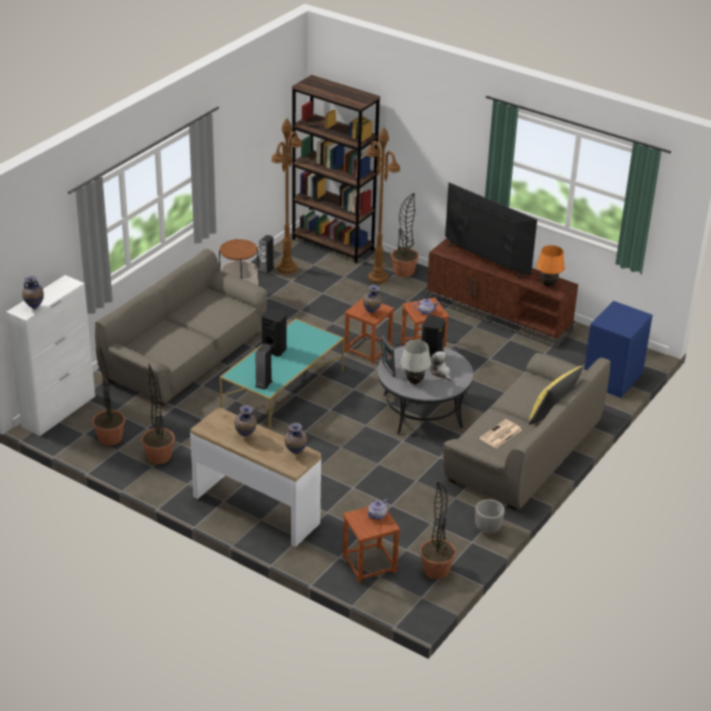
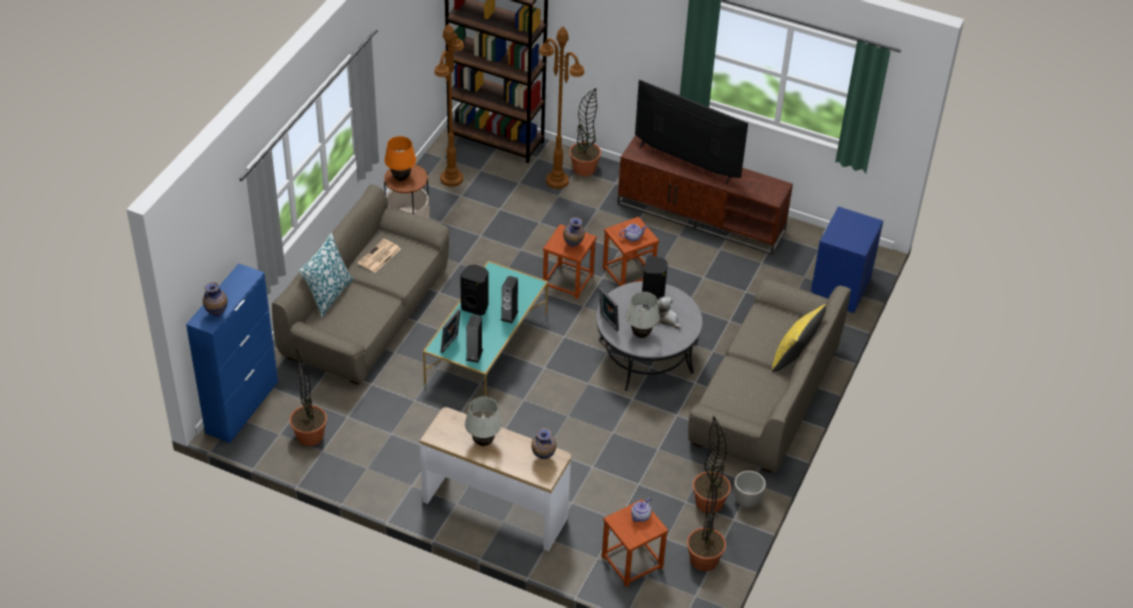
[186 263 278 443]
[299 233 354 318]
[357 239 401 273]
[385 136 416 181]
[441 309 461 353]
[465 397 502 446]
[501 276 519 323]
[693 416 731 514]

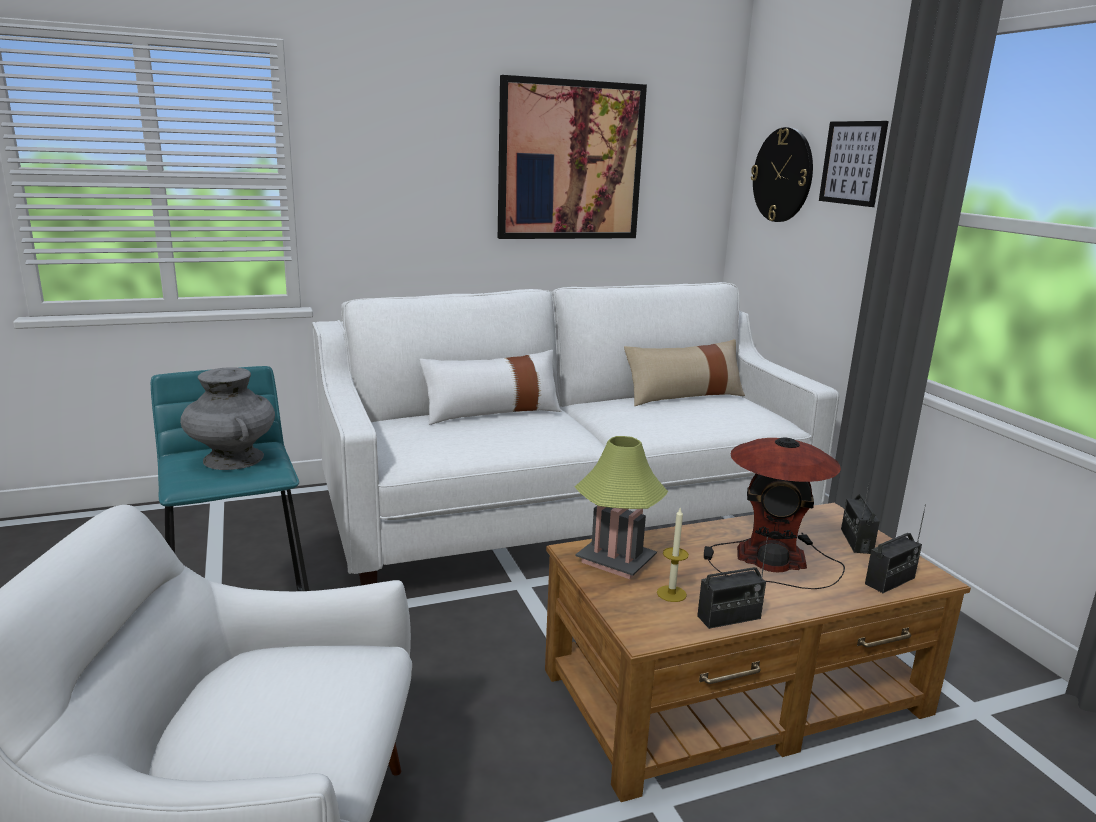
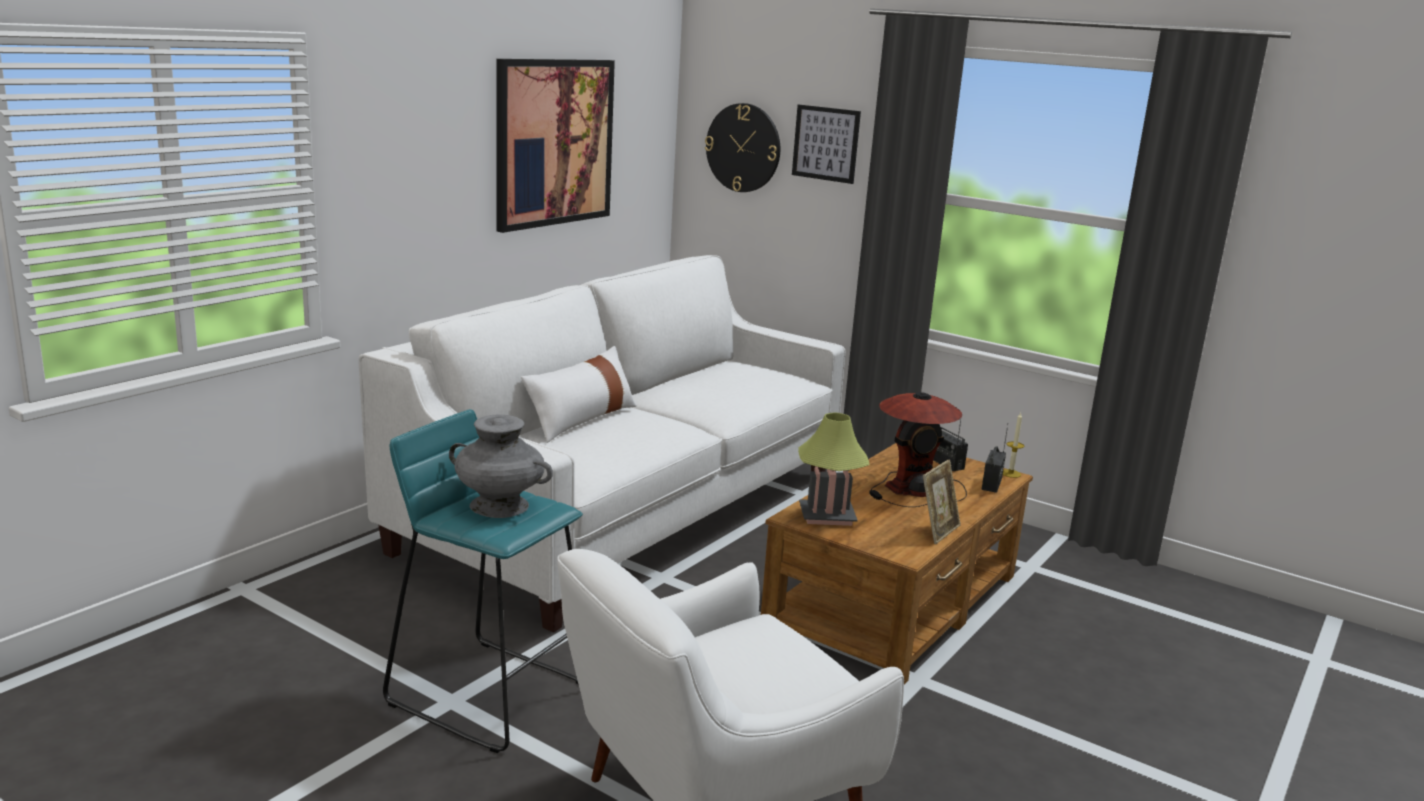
[923 460 961 544]
[1003 413 1024 478]
[624 339 745 406] (first image)

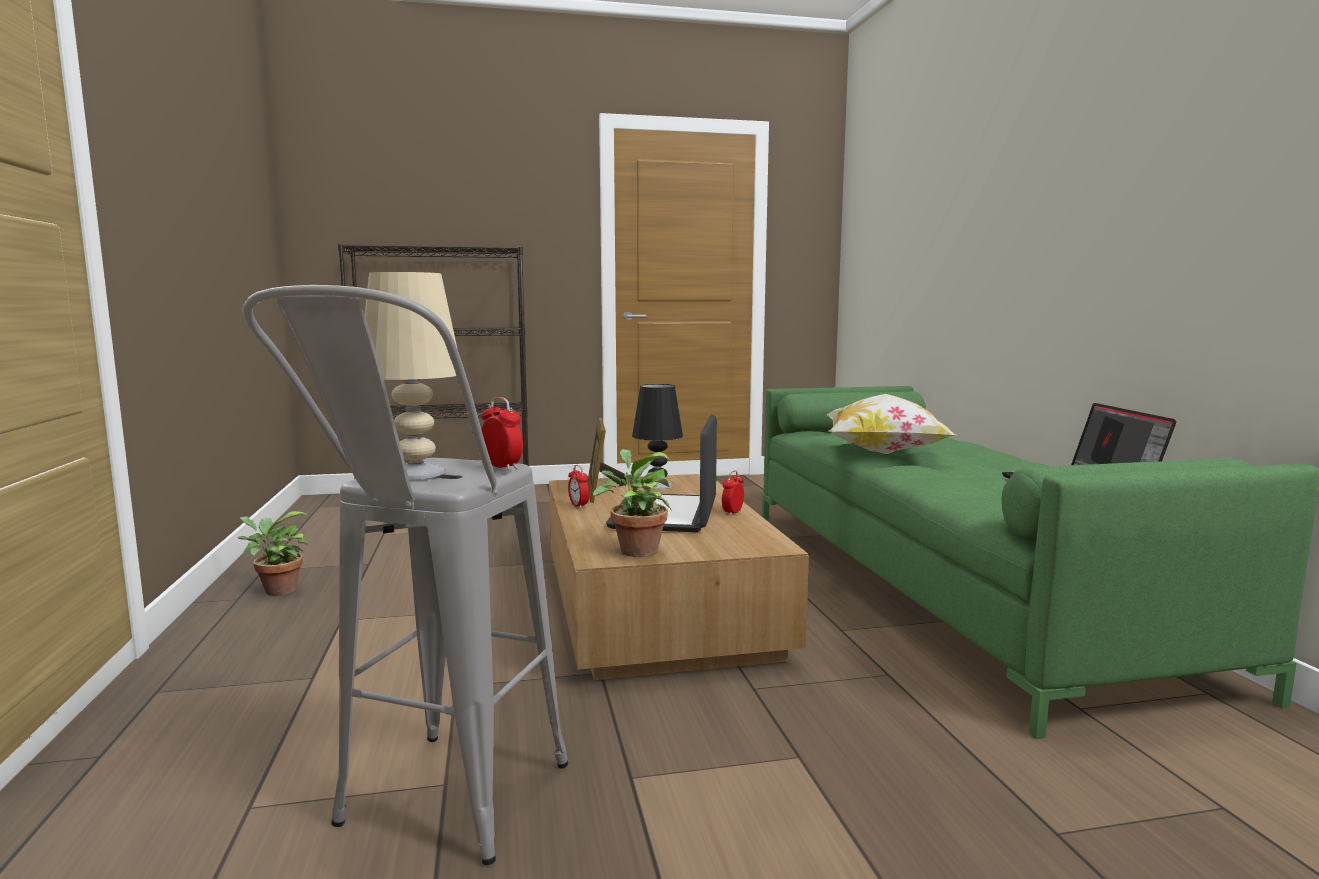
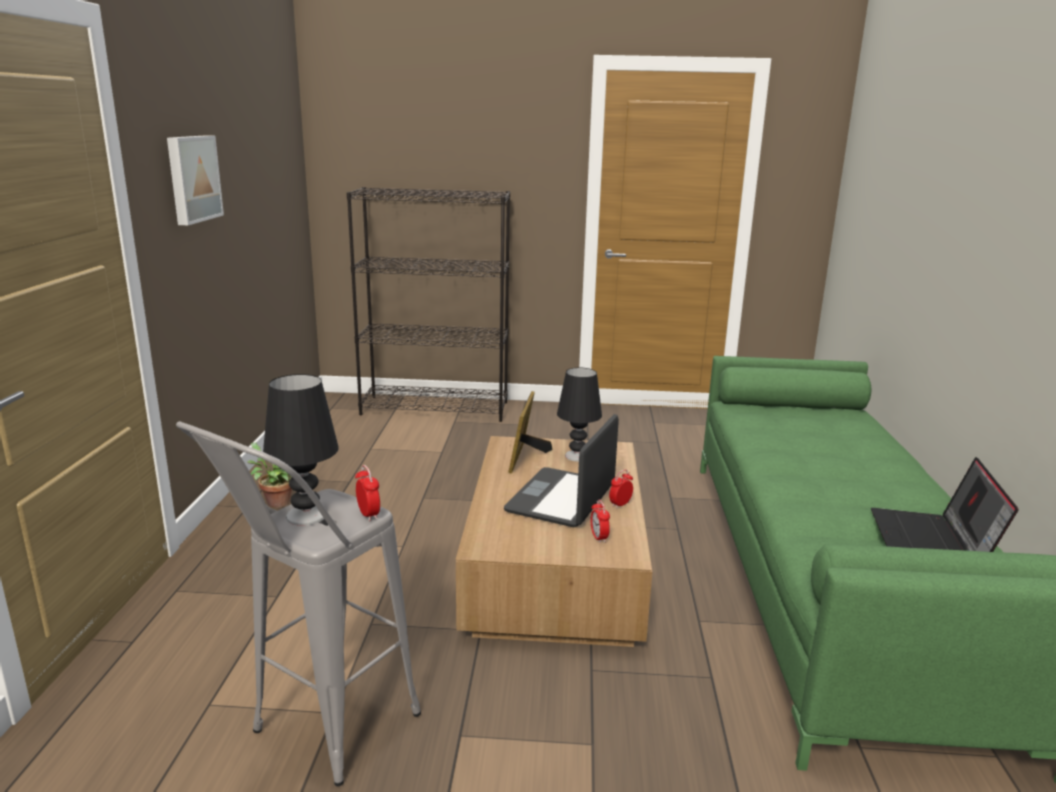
[167 135 224 225]
[263 374 338 526]
[591 500 610 543]
[593 449 671 557] (first image)
[826 394 956 454] (first image)

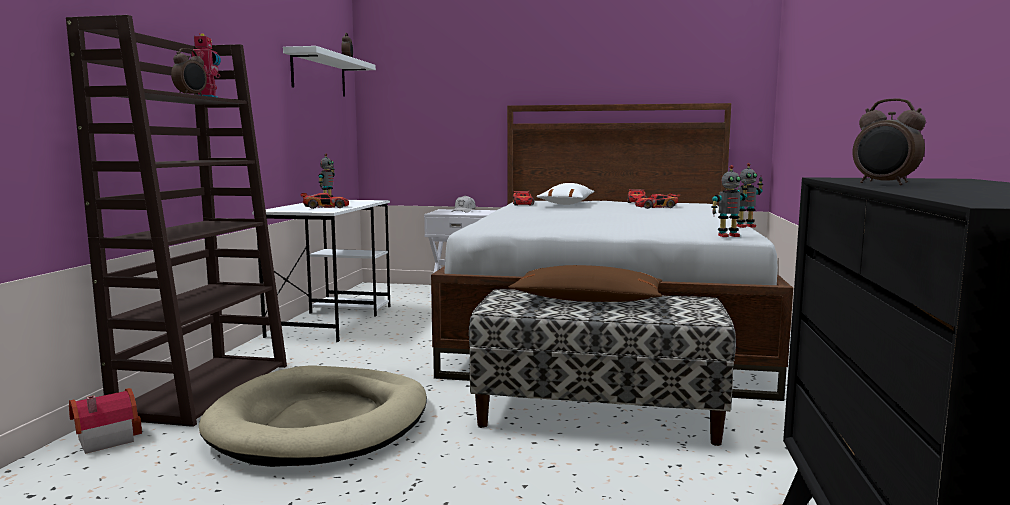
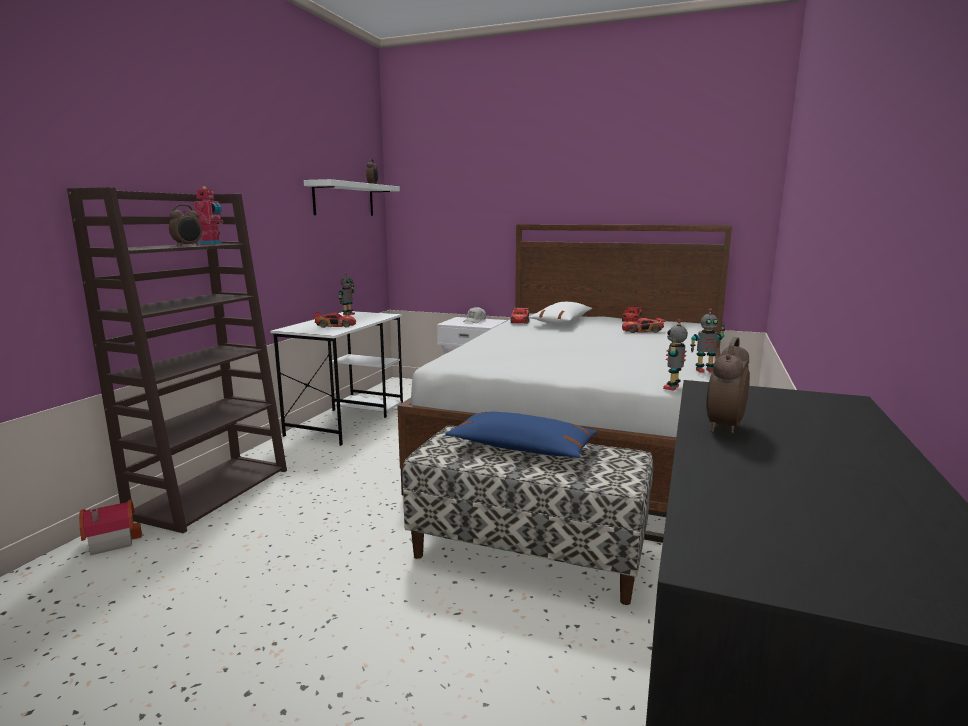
[445 412 597 458]
[663 319 688 391]
[706 337 750 433]
[199 365 427 467] (first image)

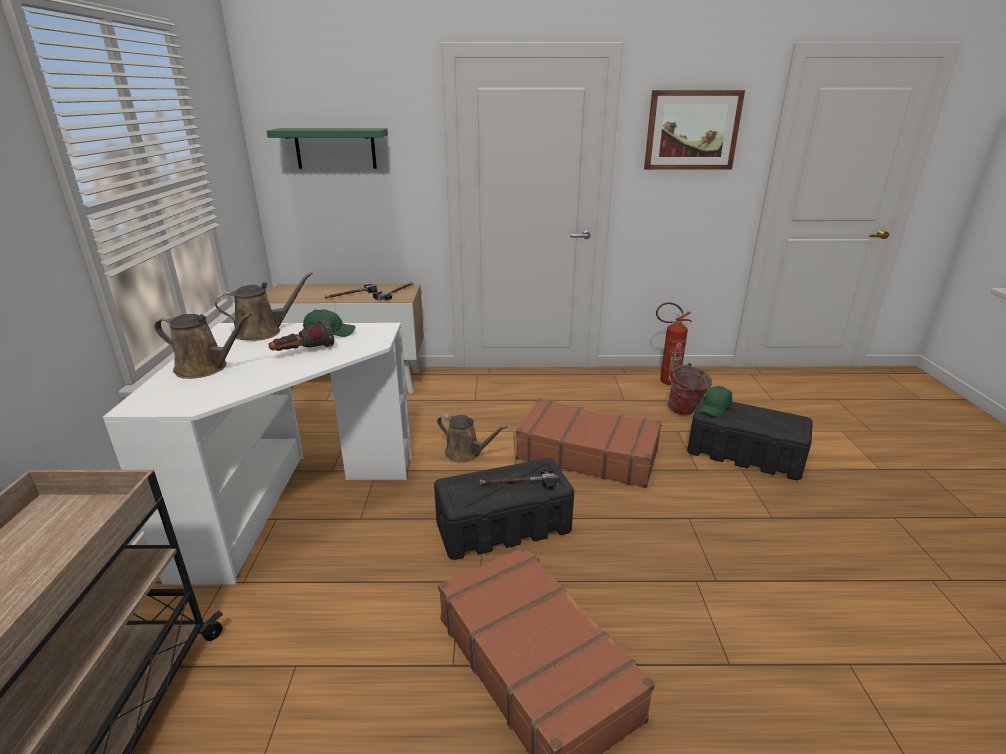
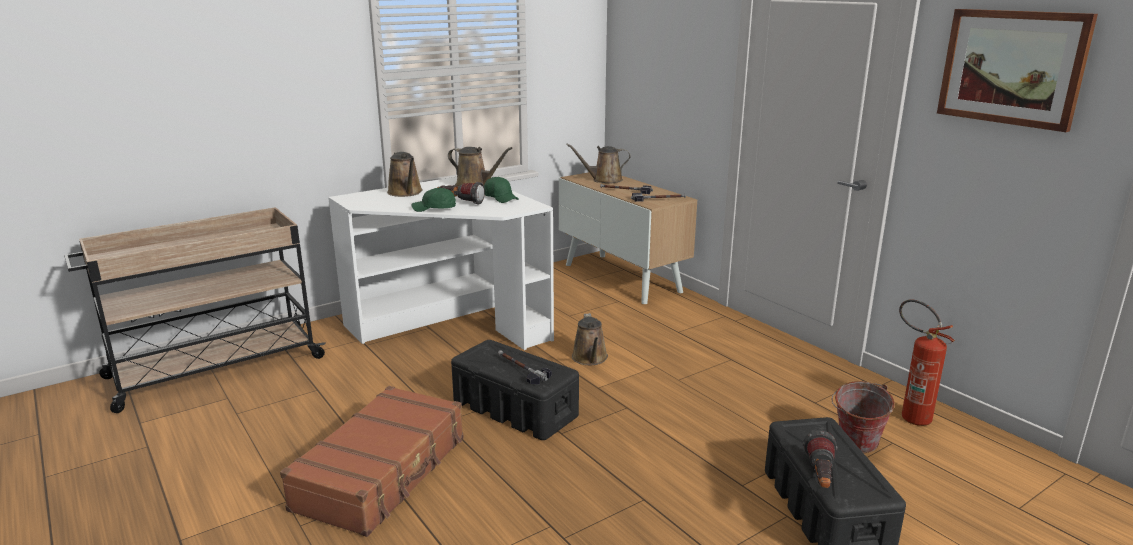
[411 188 456 212]
[566 144 631 183]
[803 430 837 488]
[267 128 388 169] (first image)
[516 399 662 488] (first image)

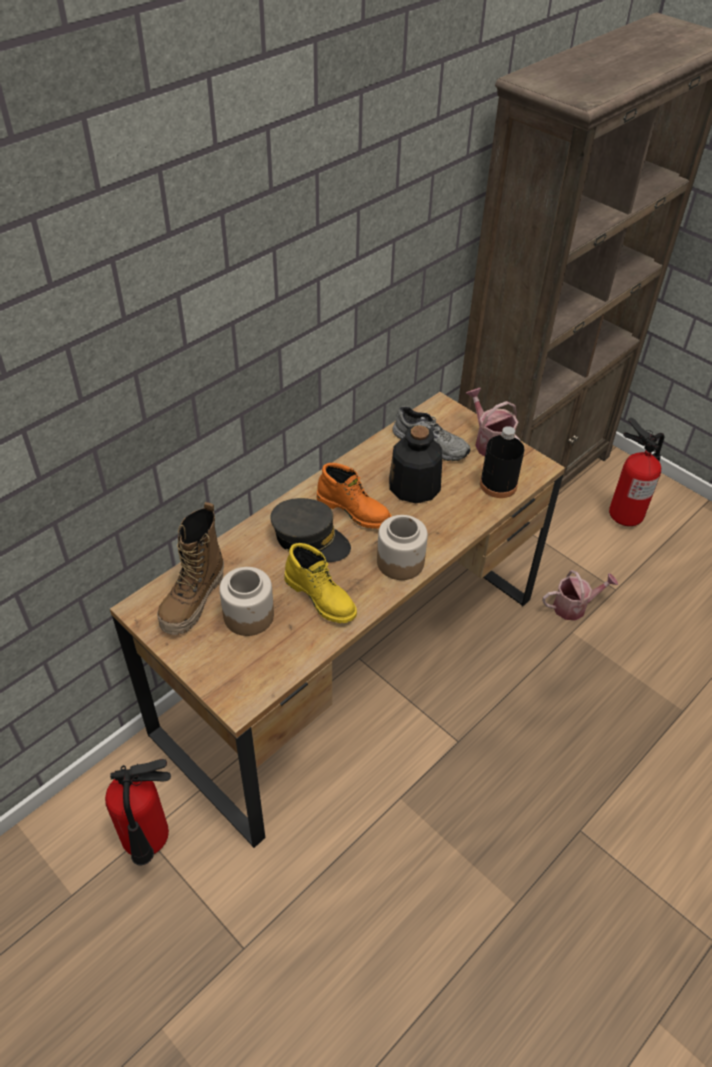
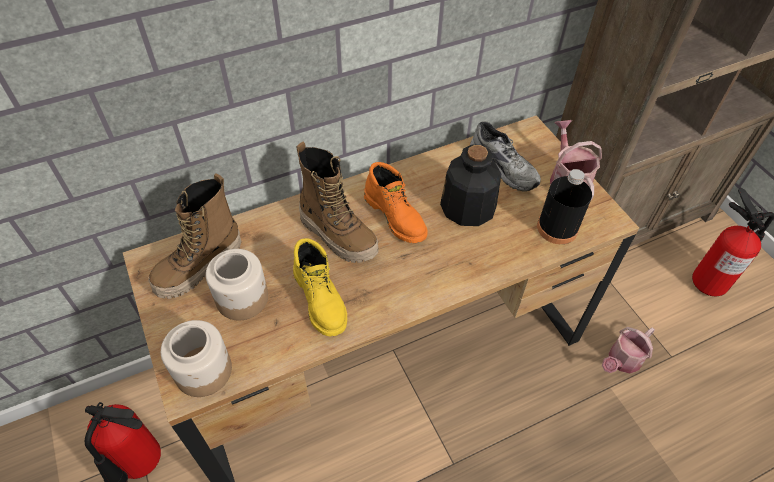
[161 320 232 397]
[296 142 379 263]
[602 327 655 373]

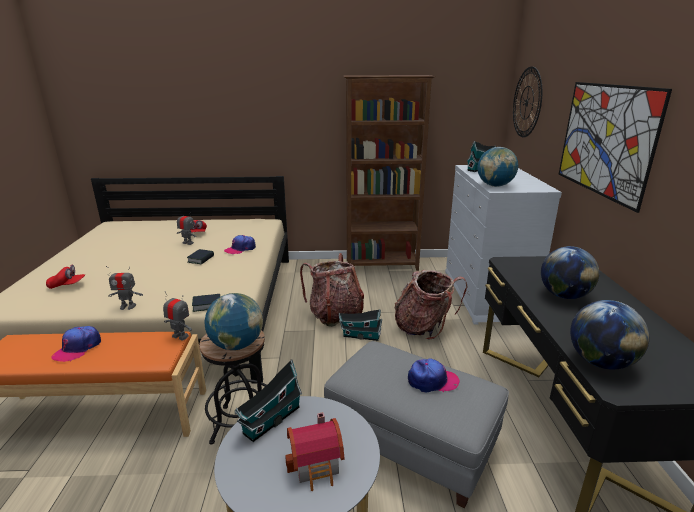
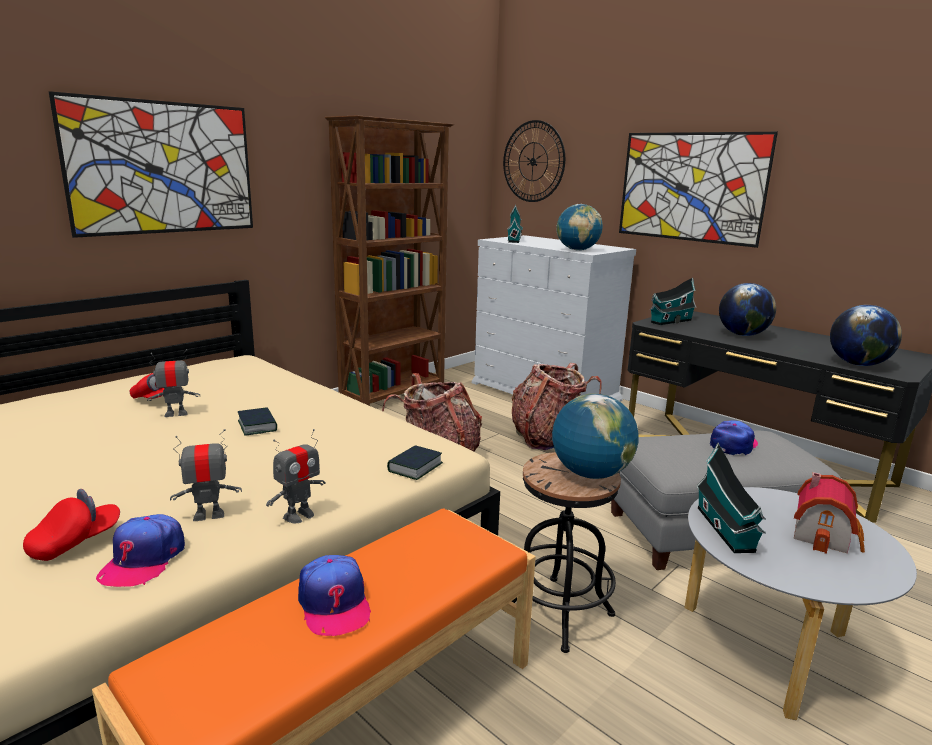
[49 91 253 238]
[96 514 185 587]
[170 429 242 521]
[649 277 696 325]

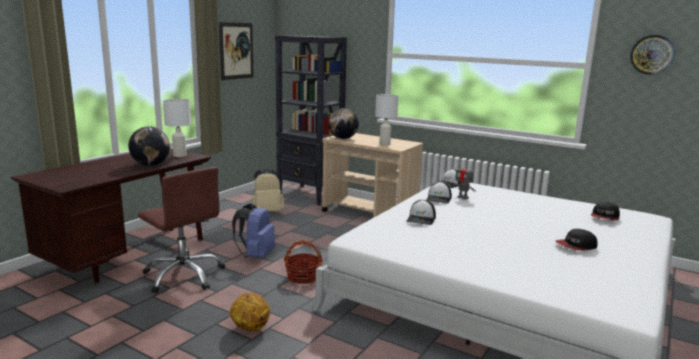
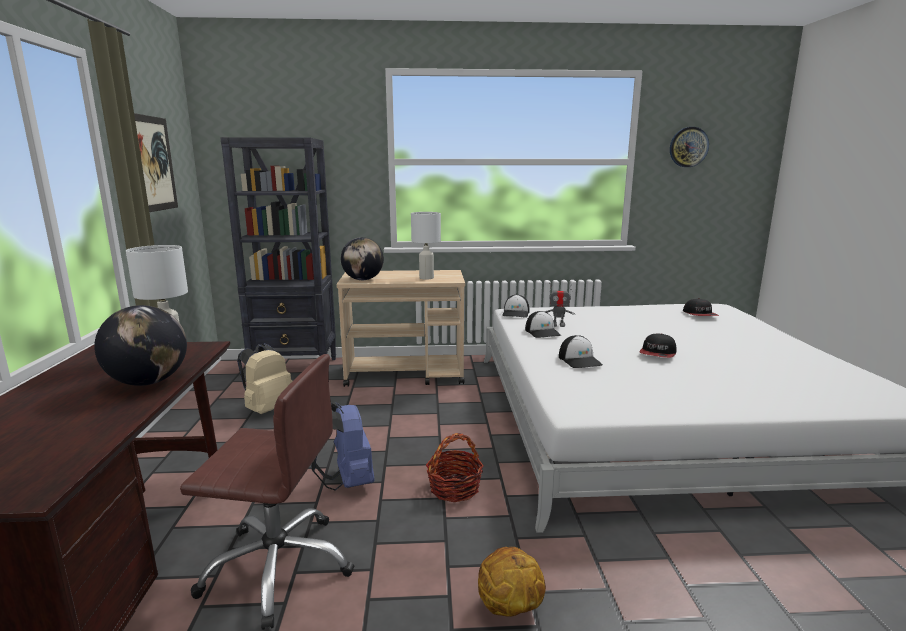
[639 333 677 358]

